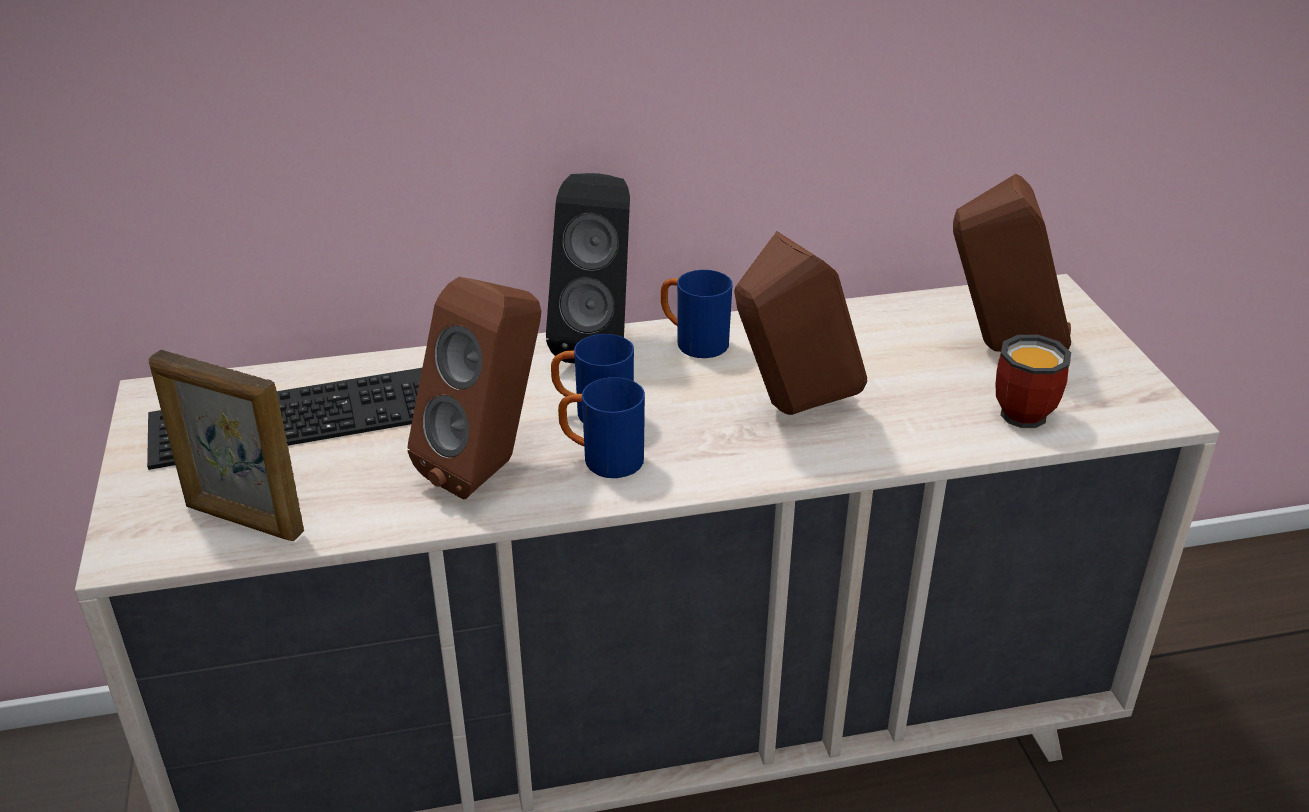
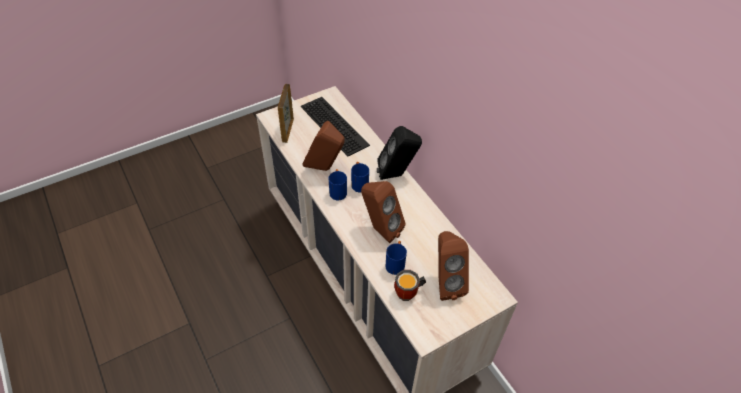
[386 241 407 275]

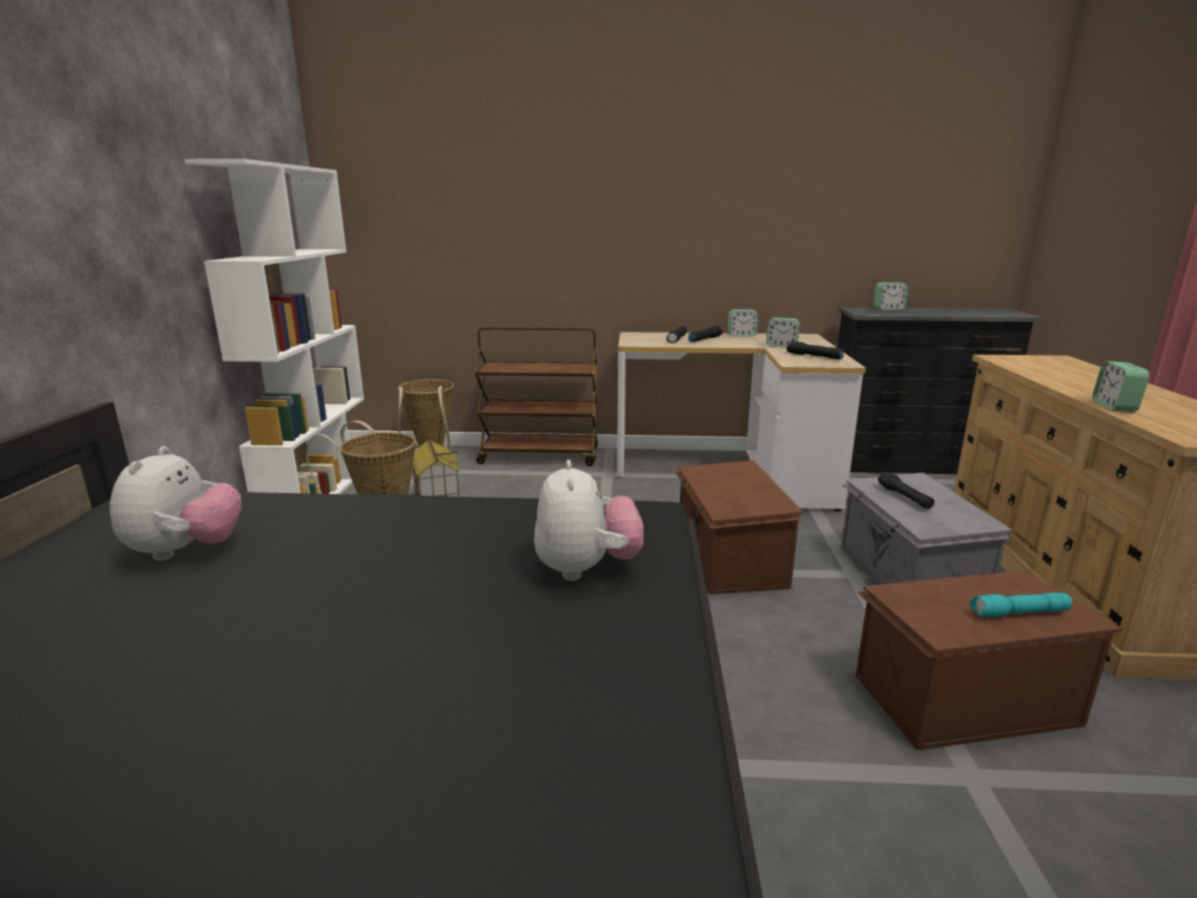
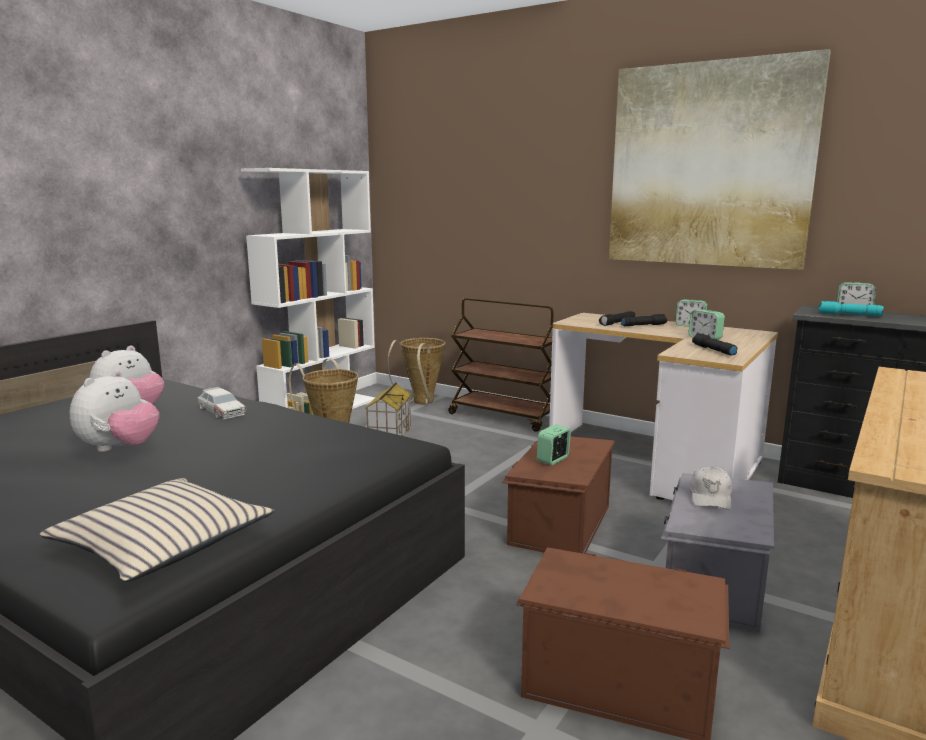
[40 478 274 582]
[70 371 159 452]
[198 387 247 419]
[537 424 571 465]
[609 49 831 270]
[689 466 732 509]
[818 301 884 316]

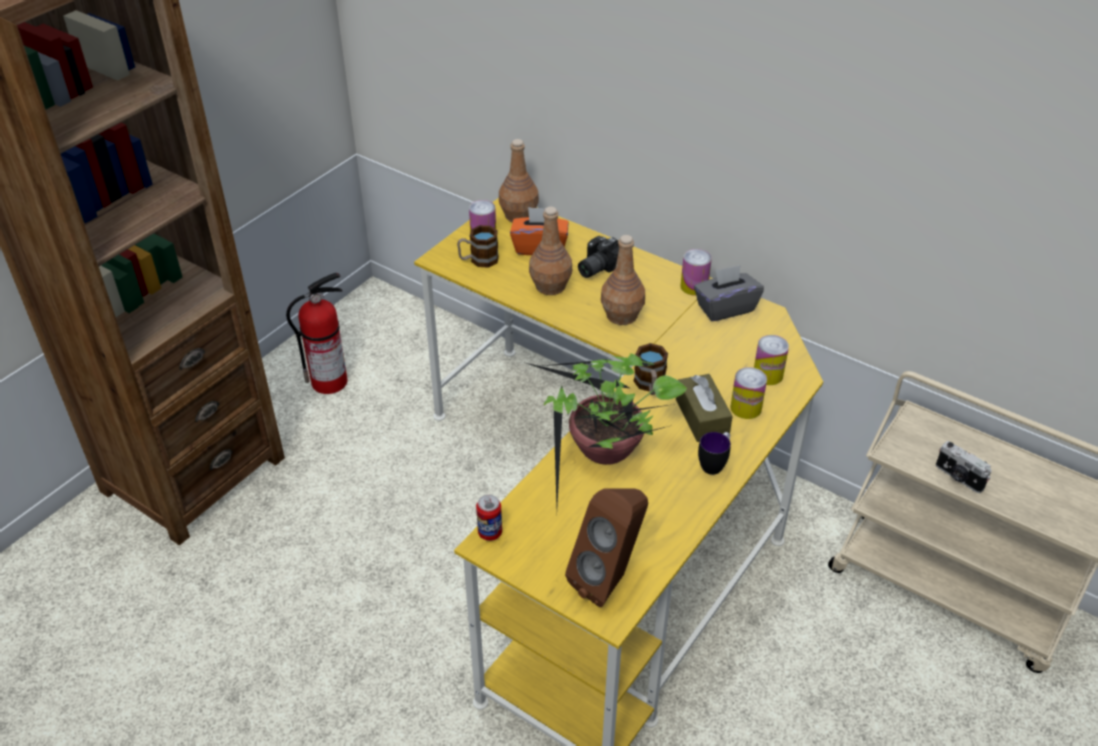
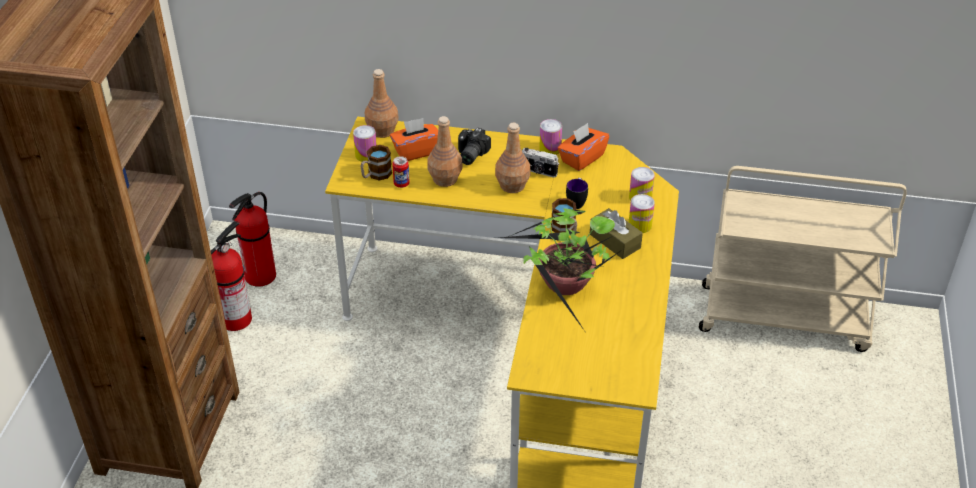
[229 192 276 287]
[392 156 410 188]
[522 148 559 178]
[558 123 609 171]
[566 178 588 209]
[565 488 648 607] (first image)

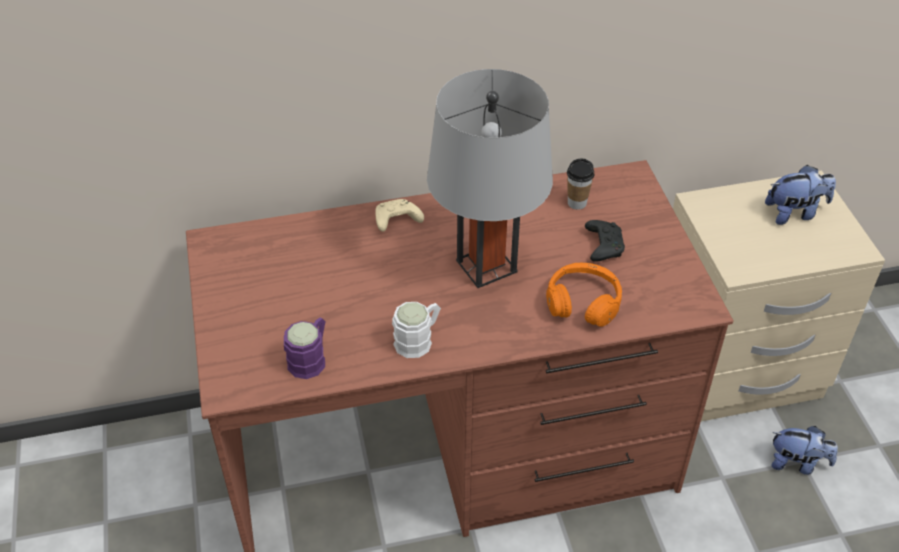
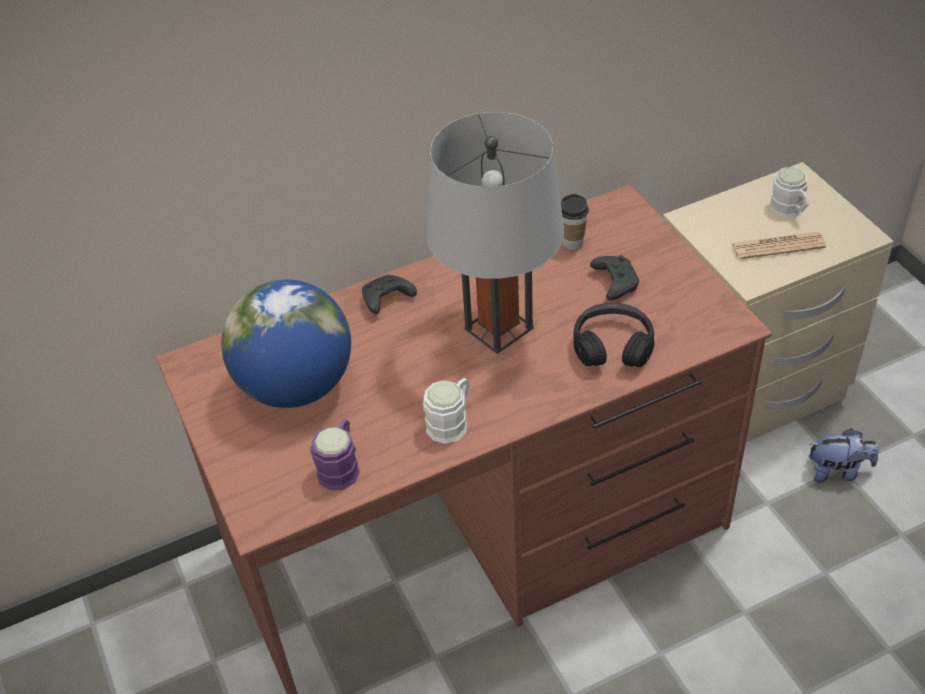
[221 279 351 408]
[362 275 417 314]
[573 303 654 367]
[731 232 826 259]
[769 167 809 218]

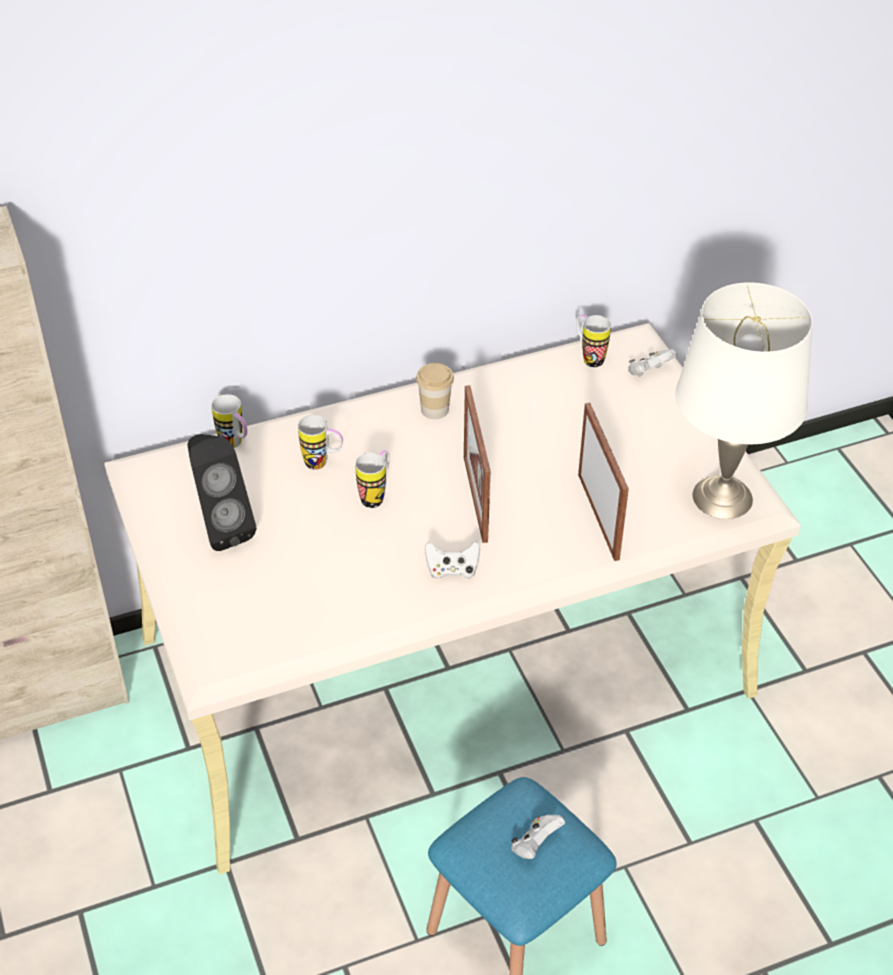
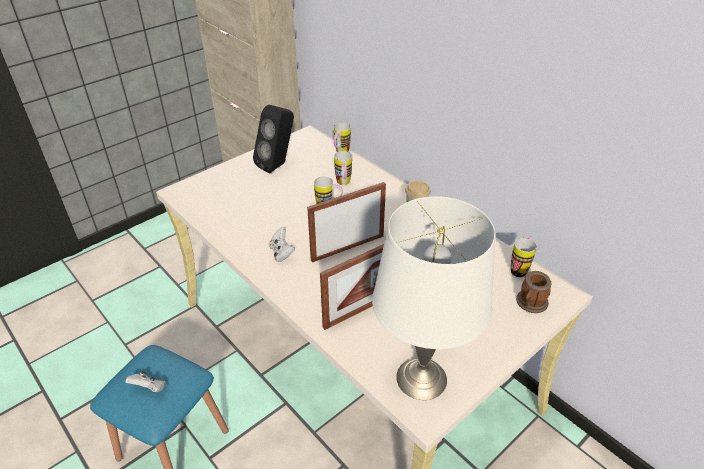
[516 271 552 313]

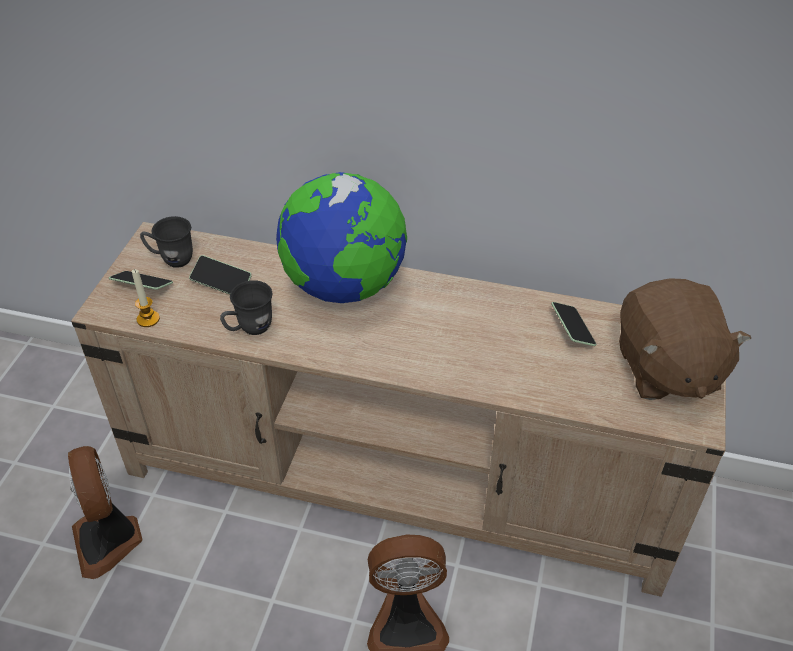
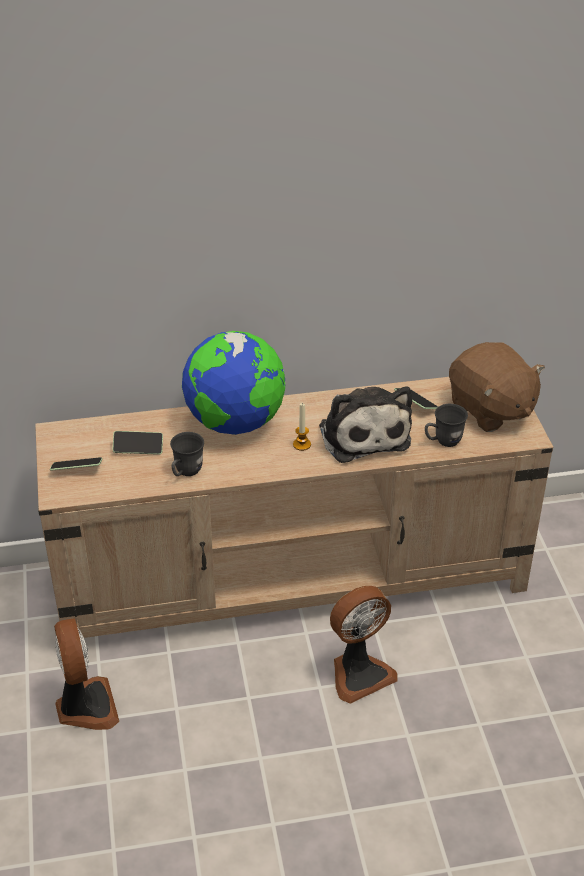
[54 618 119 730]
[293 403 311 451]
[319 386 412 463]
[425 404 468 447]

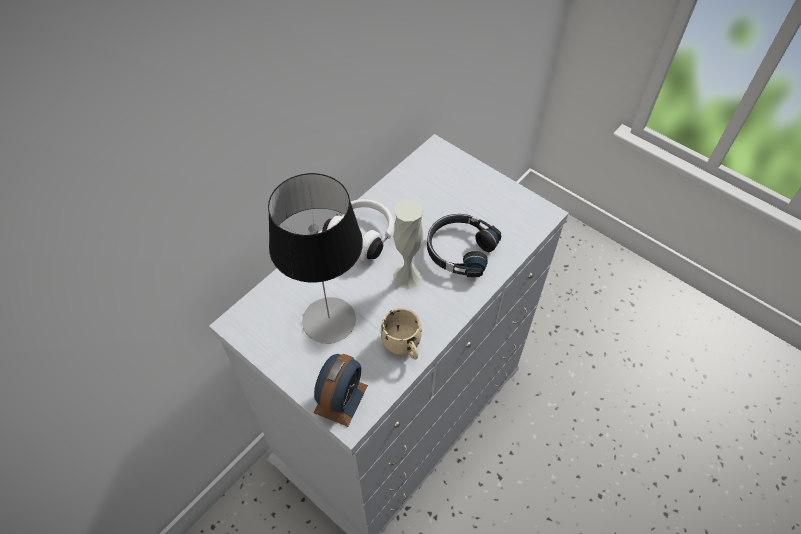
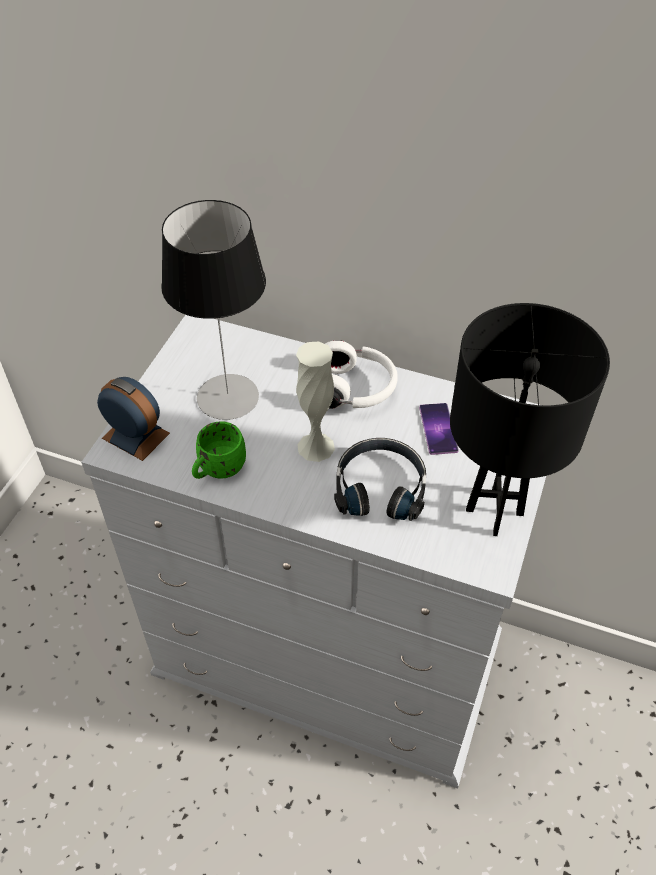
[97 377 170 461]
[192 421 246 479]
[419 403 459 455]
[450 303 610 536]

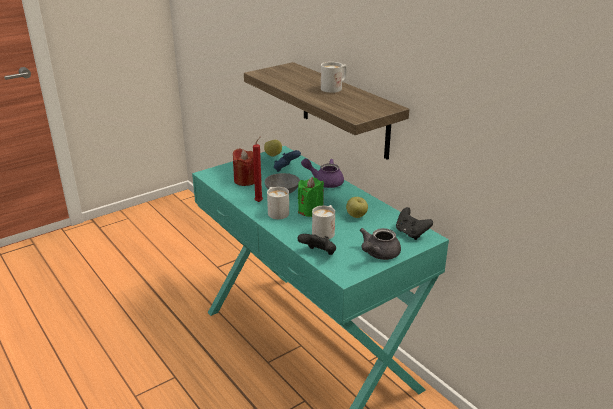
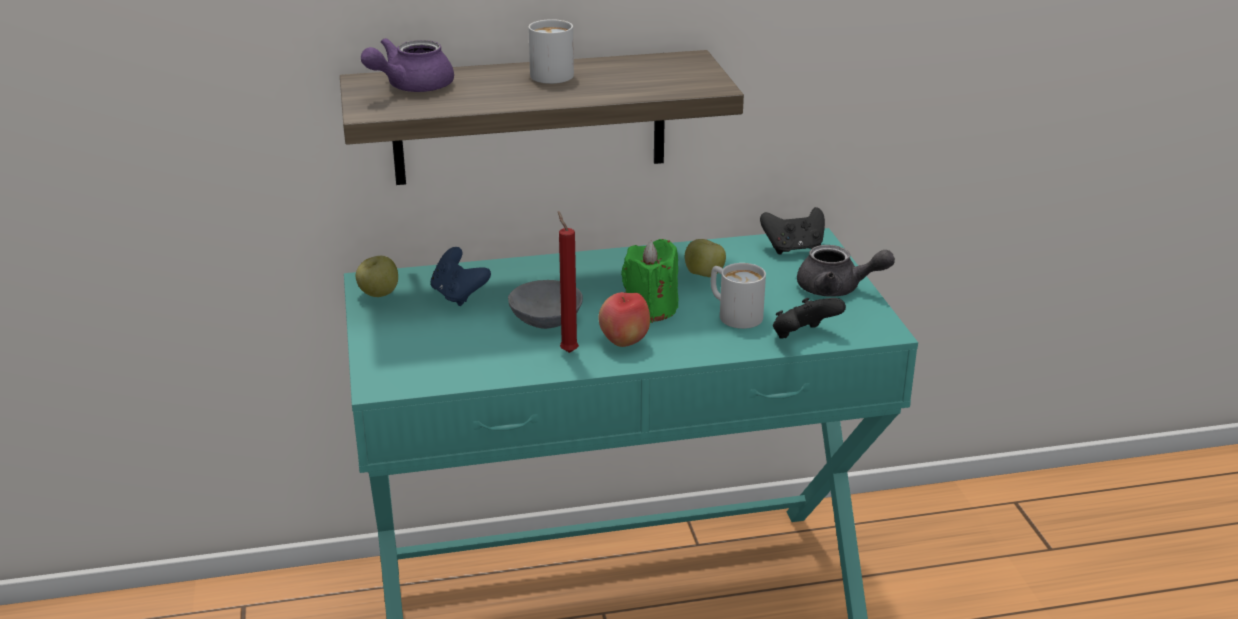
[361 38 454 92]
[598 292 650 347]
[797 245 895 297]
[233 148 255 186] (first image)

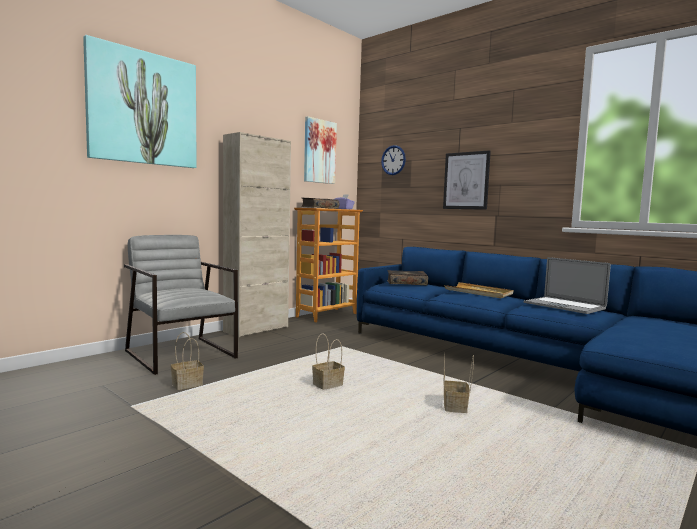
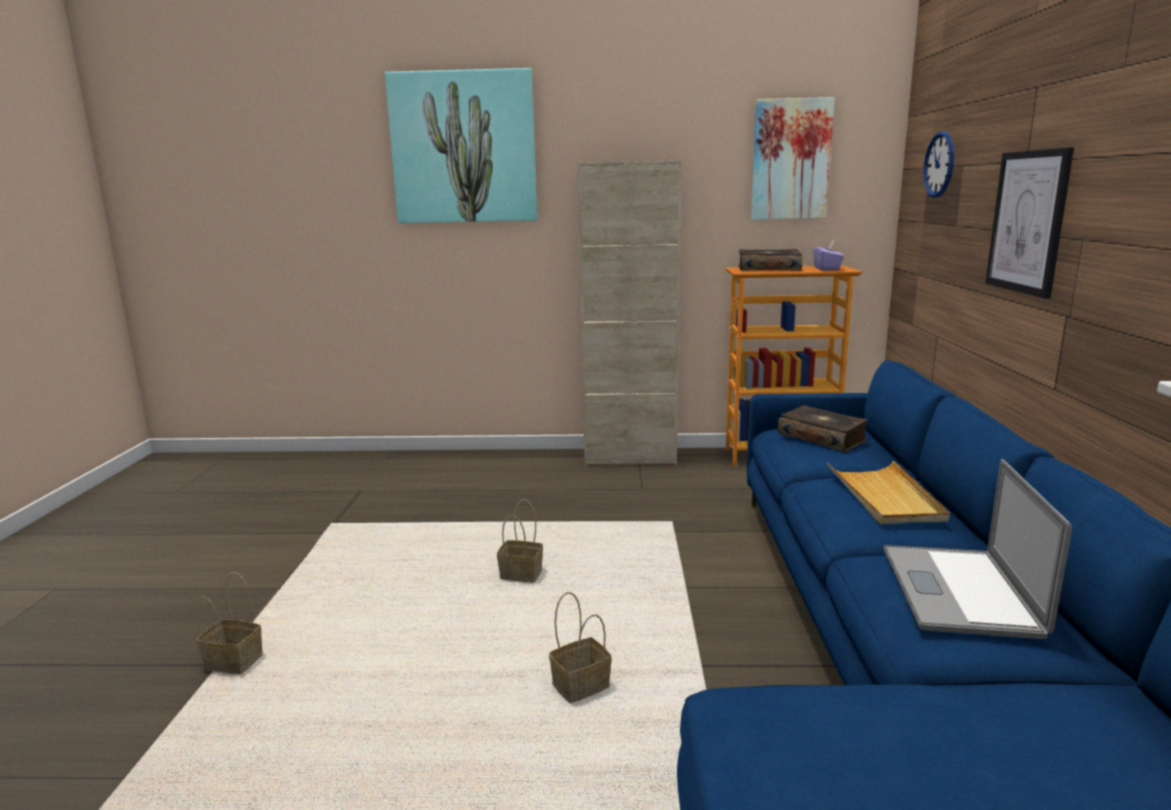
[194 572 263 674]
[124 235 238 375] (first image)

